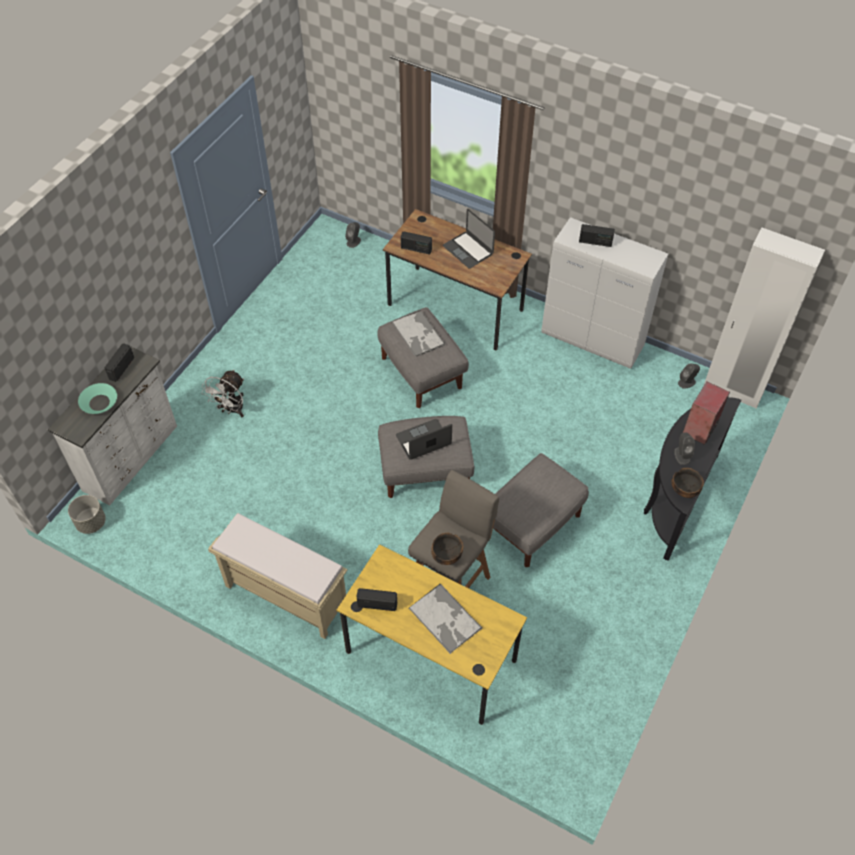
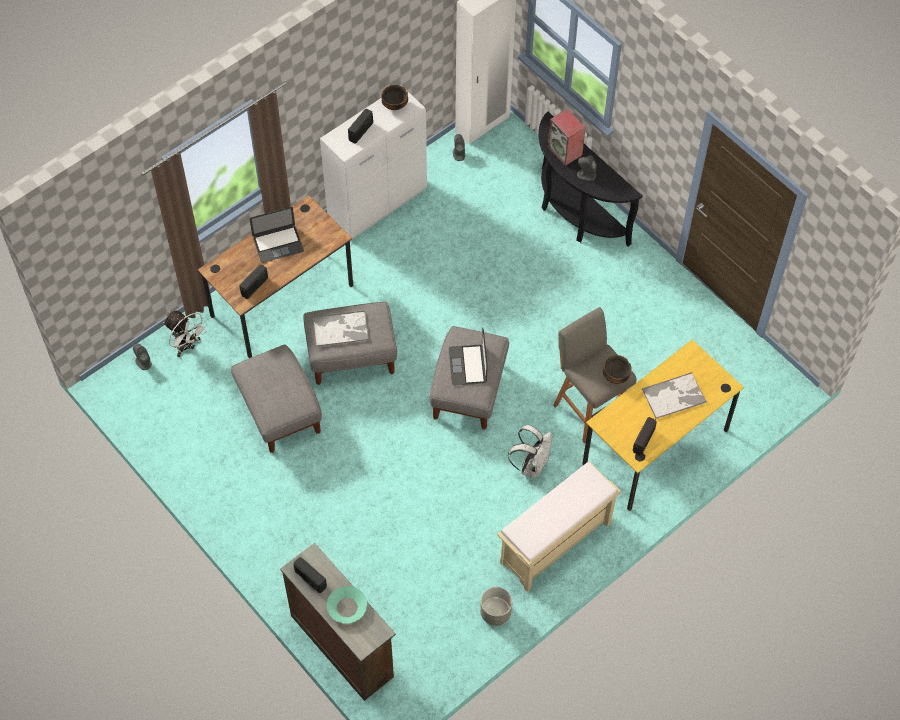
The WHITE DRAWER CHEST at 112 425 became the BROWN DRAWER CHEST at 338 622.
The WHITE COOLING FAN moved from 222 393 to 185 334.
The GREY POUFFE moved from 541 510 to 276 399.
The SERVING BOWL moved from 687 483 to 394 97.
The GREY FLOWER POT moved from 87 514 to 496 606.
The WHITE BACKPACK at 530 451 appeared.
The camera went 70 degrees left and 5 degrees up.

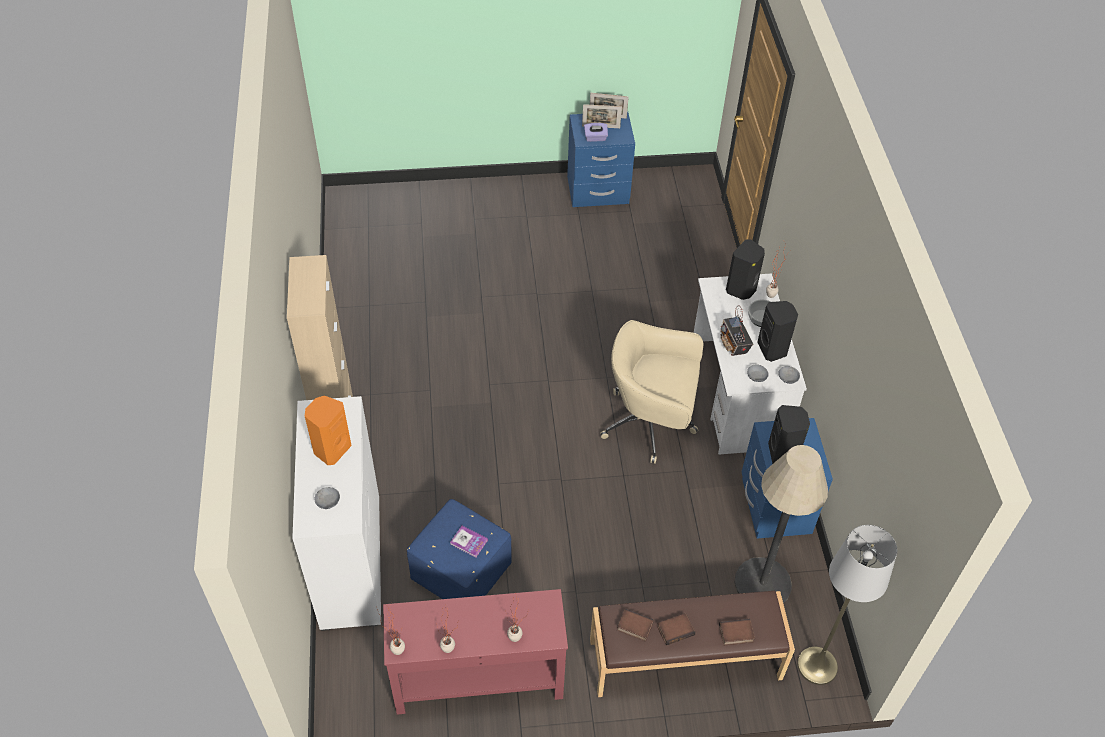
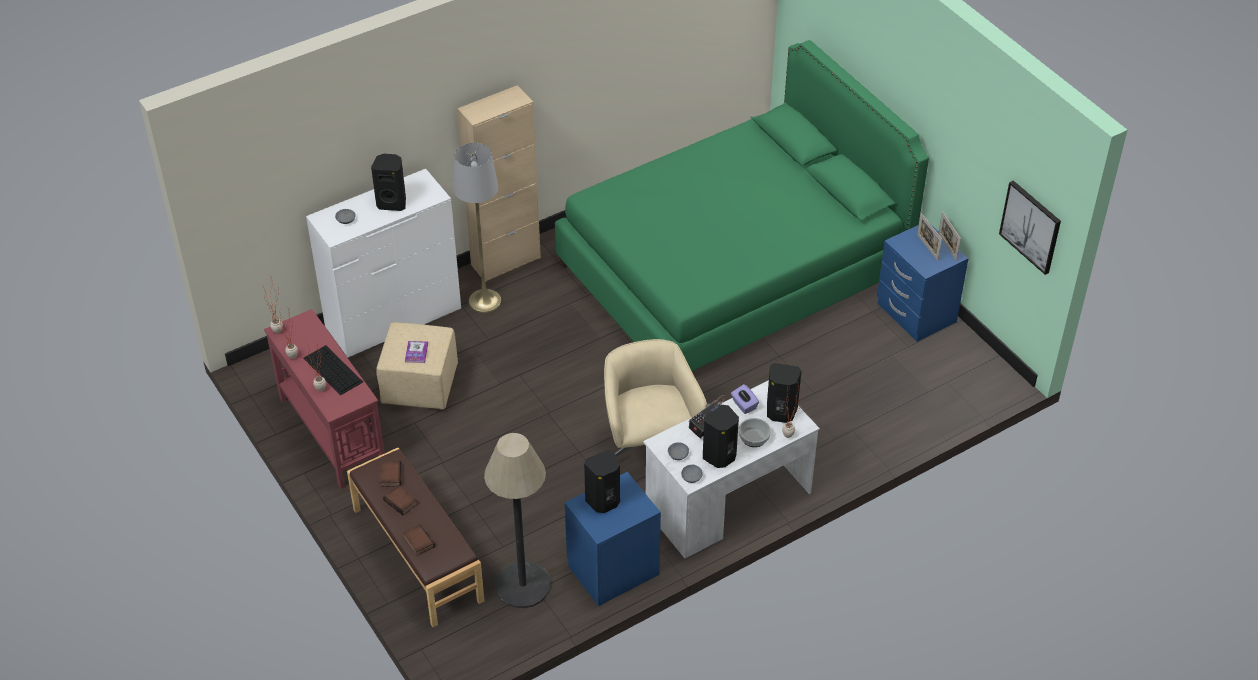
The PURPLE-COLOURED TISSUE HOLDER moved from 596 132 to 745 399.
The ORANGE-COLOURED LOUDSPEAKER at 328 430 became the BLACK LOUDSPEAKER at 388 182.
The BLUE-COLOURED POUFFE at 459 549 became the SAND-COLOURED POUFFE at 417 365.
The GREY FLOOR LAMP moved from 847 605 to 477 228.
The GREEN-COLOURED SLEEPING BED at 742 205 appeared.
The WALL ART at 1030 228 appeared.
The PC KEYBOARD at 333 370 appeared.
The camera went 65 degrees right and 5 degrees down.

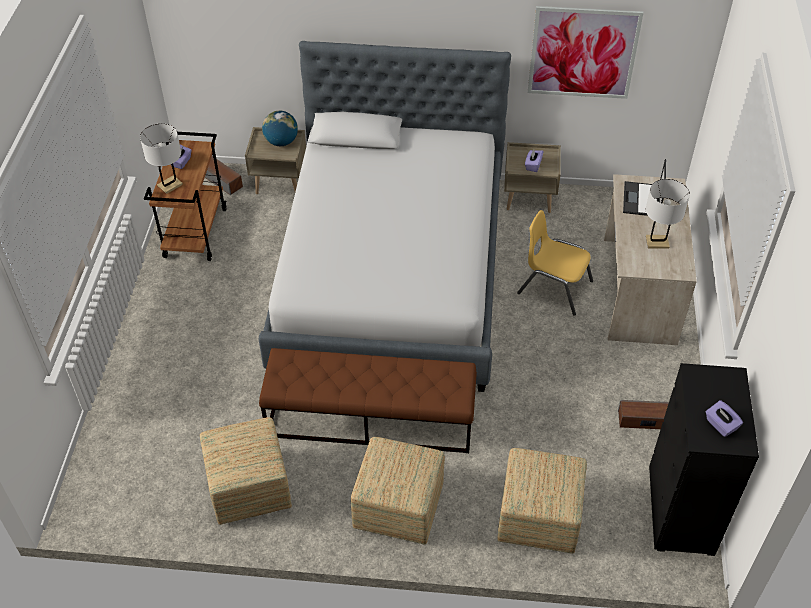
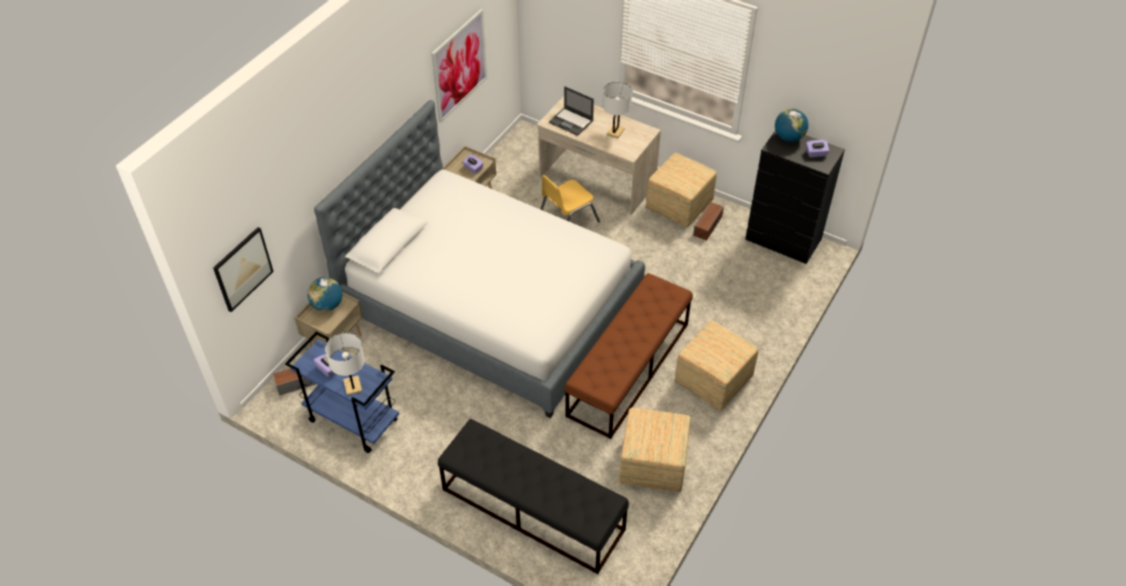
The BROWN TROLLEY at 185 196 became the BLUE-COLOURED TROLLEY at 342 392.
The POUFFE moved from 542 501 to 681 190.
The DESK GLOBE at 791 125 appeared.
The WALL ART at 243 269 appeared.
The BLACK INDOOR BENCH at 533 496 appeared.
The camera went 65 degrees left and 0 degrees up.

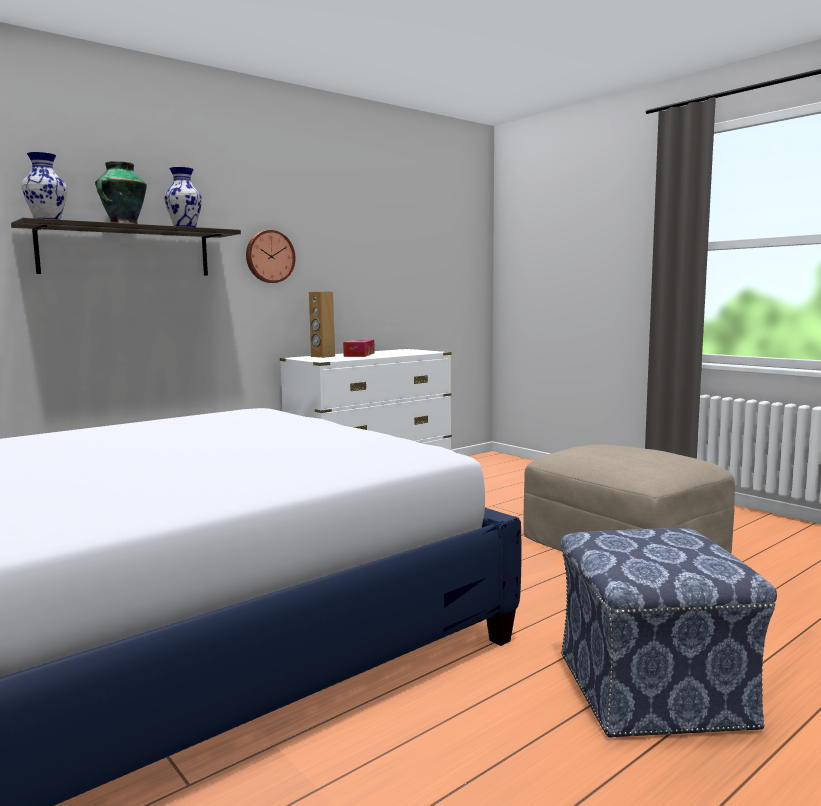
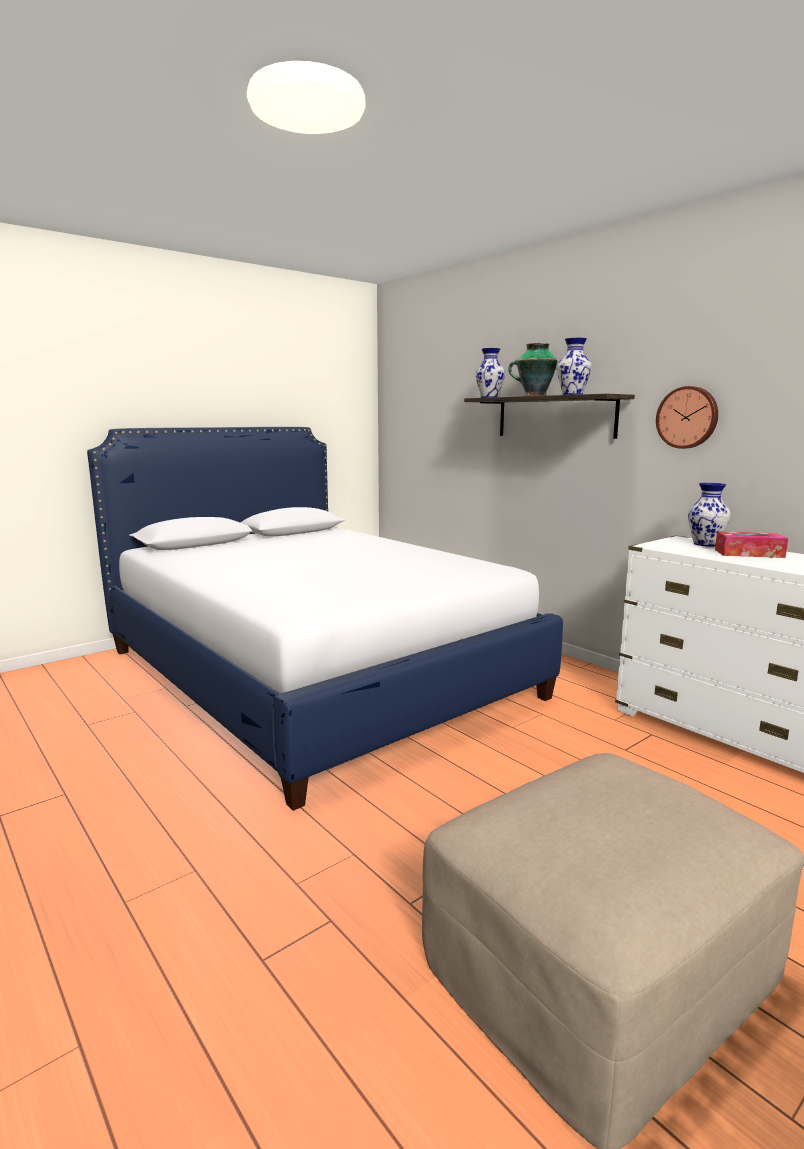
The BROWN LOUDSPEAKER at 322 325 was replaced by the DECORATIVE VASE at 709 515.
The POUFFE at 669 633 disappeared.
The camera went 90 degrees right and 5 degrees up.

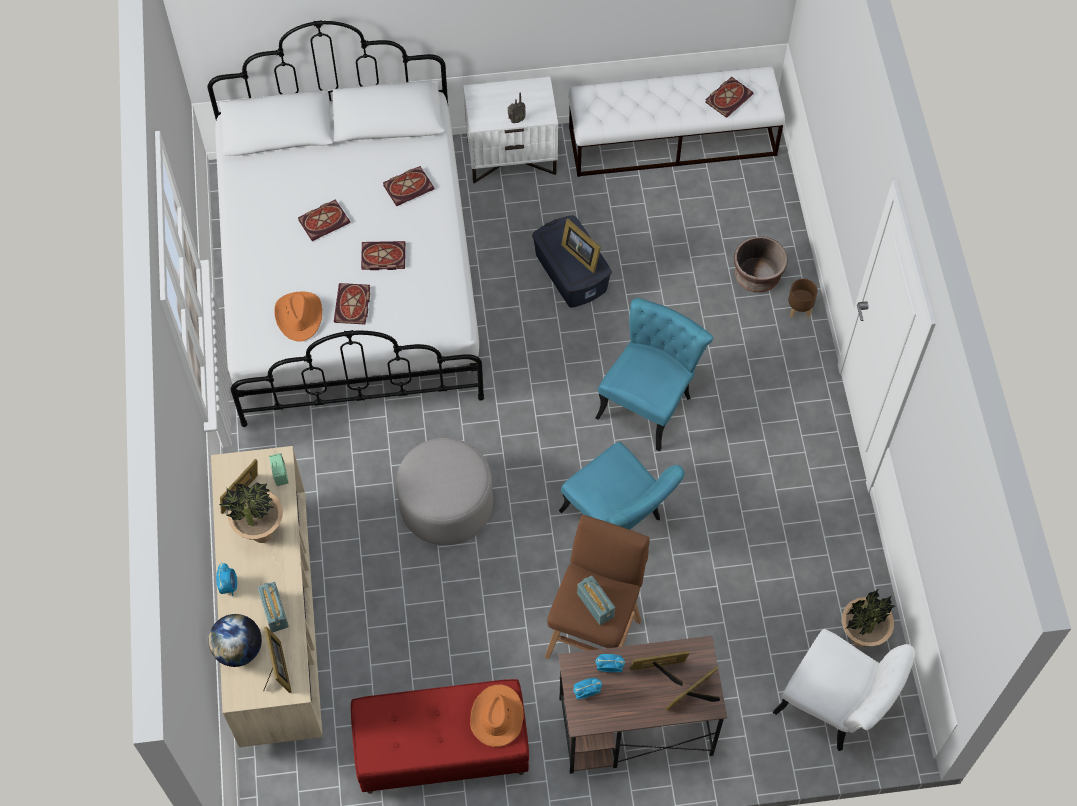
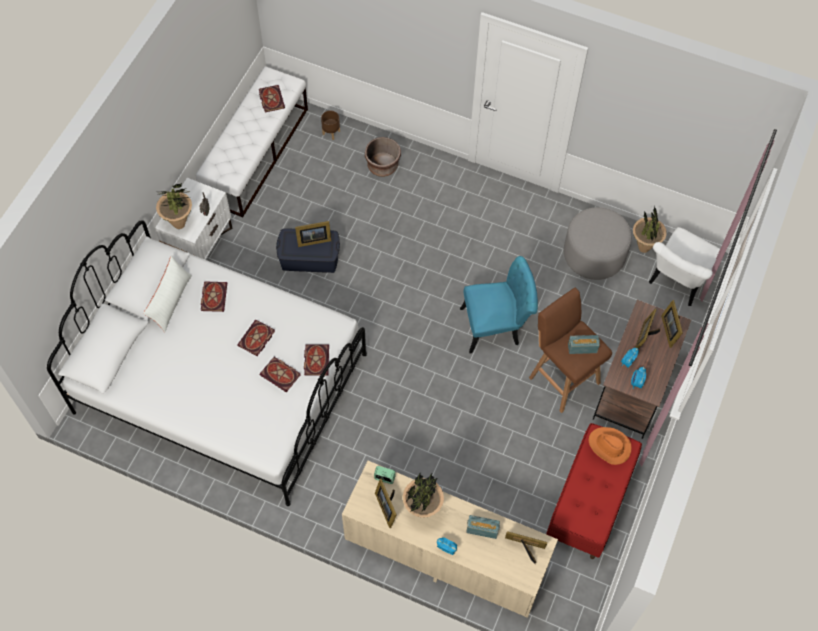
The BOUND BOOK moved from 324 220 to 316 360.
The BROWN FLOWER POT moved from 803 298 to 330 125.
The ORANGE-COLOURED WEARABLE HAT at 298 317 disappeared.
The TURQUOISE CHAIR at 654 375 disappeared.
The GREY POUFFE moved from 444 491 to 598 243.
The DESK GLOBE at 235 640 disappeared.
The WHITE CHAIR at 844 690 turned 150 degrees clockwise.
The POTTED PLANT at 174 206 appeared.
The WHITE THROW PILLOW at 167 294 appeared.
The camera went 60 degrees left and 0 degrees up.

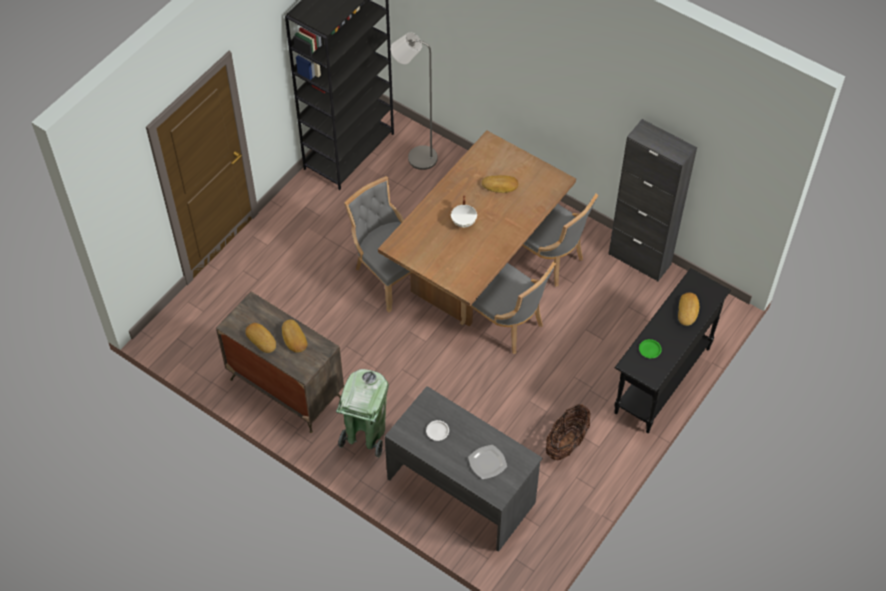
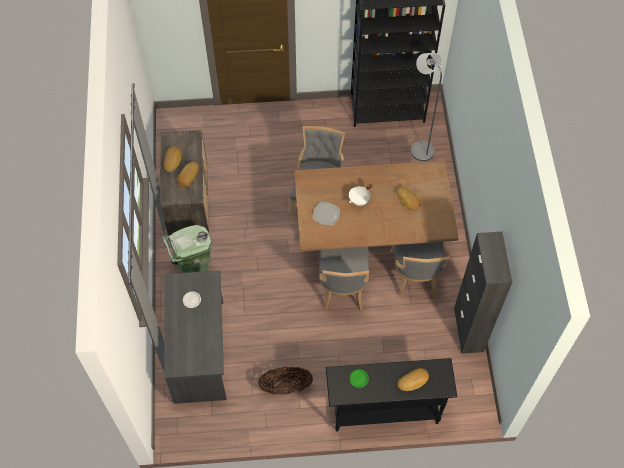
The PLATE moved from 487 462 to 326 214.
The camera went 50 degrees right and 5 degrees up.

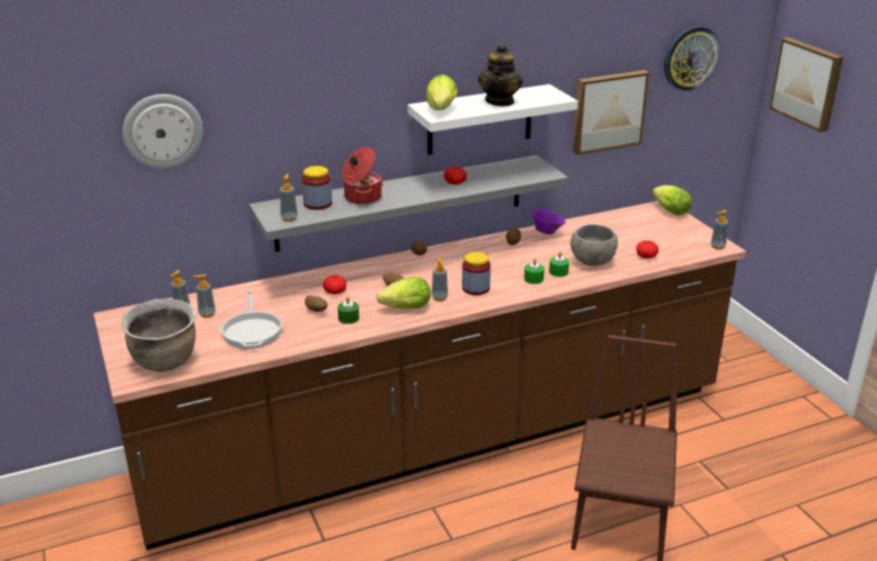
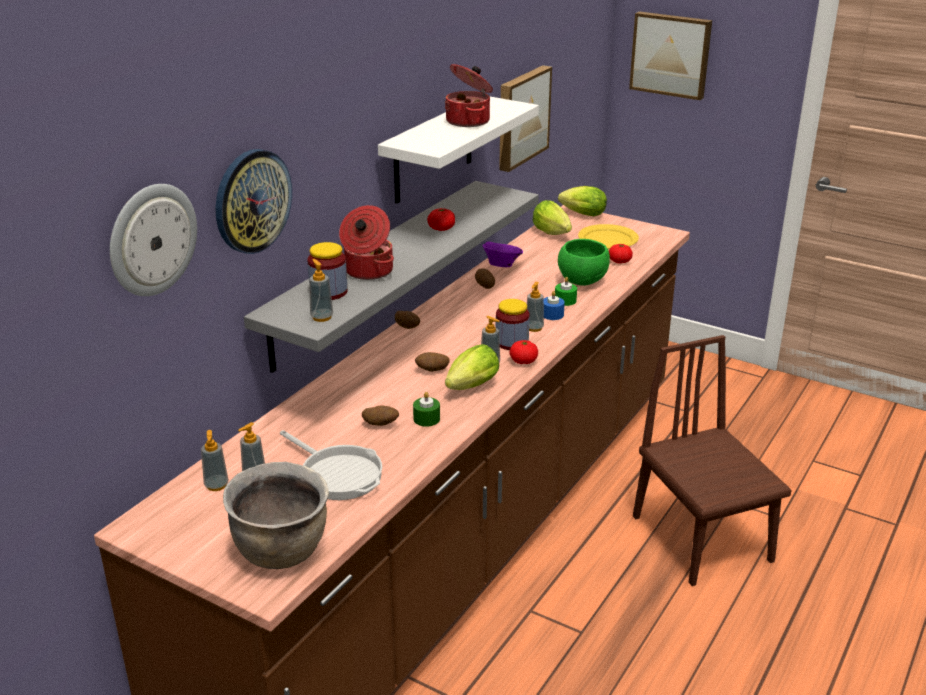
The CLOCK ON THE WALL moved from 692 58 to 253 201.
The TEAPOT at 500 74 was replaced by the SAUCEPOT at 469 95.
The HEAD OF LETTUCE moved from 442 92 to 552 217.
The SOAP BOTTLE moved from 720 230 to 535 307.
The GREY SERVING BOWL at 594 245 became the GREEN-COLOURED SERVING BOWL at 584 262.
The GREEN-COLOURED CANDLE at 534 271 became the BLUE-COLOURED CANDLE at 554 305.
The FRESH TOMATO moved from 335 284 to 524 352.
The YELLOW PLATE at 608 237 appeared.
The camera went 35 degrees left and 0 degrees up.

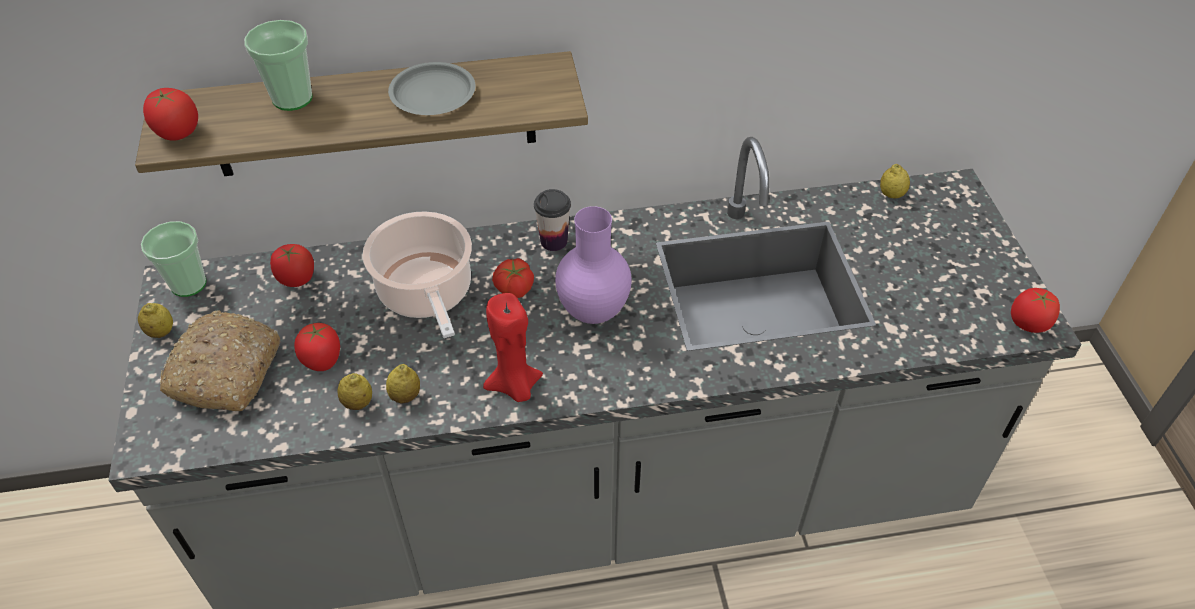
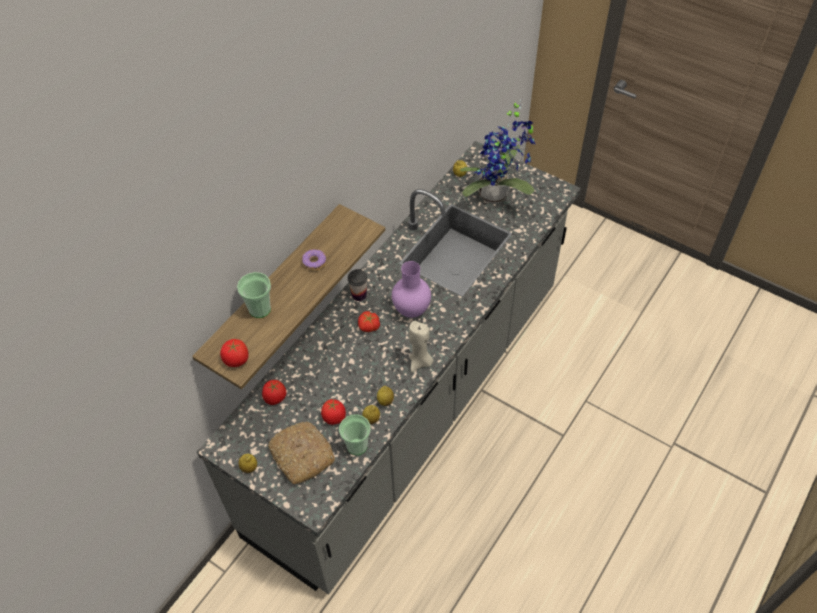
The GREY PLATE at 431 88 was replaced by the DOUGHNUT at 314 260.
The SAUCEPOT at 417 275 disappeared.
The CUP moved from 174 259 to 355 434.
The FRESH TOMATO at 1035 310 disappeared.
The RED CANDLE at 513 347 became the SAND-COLOURED CANDLE at 421 347.
The POTTED PLANT at 497 151 appeared.
The camera went 45 degrees left and 5 degrees up.

